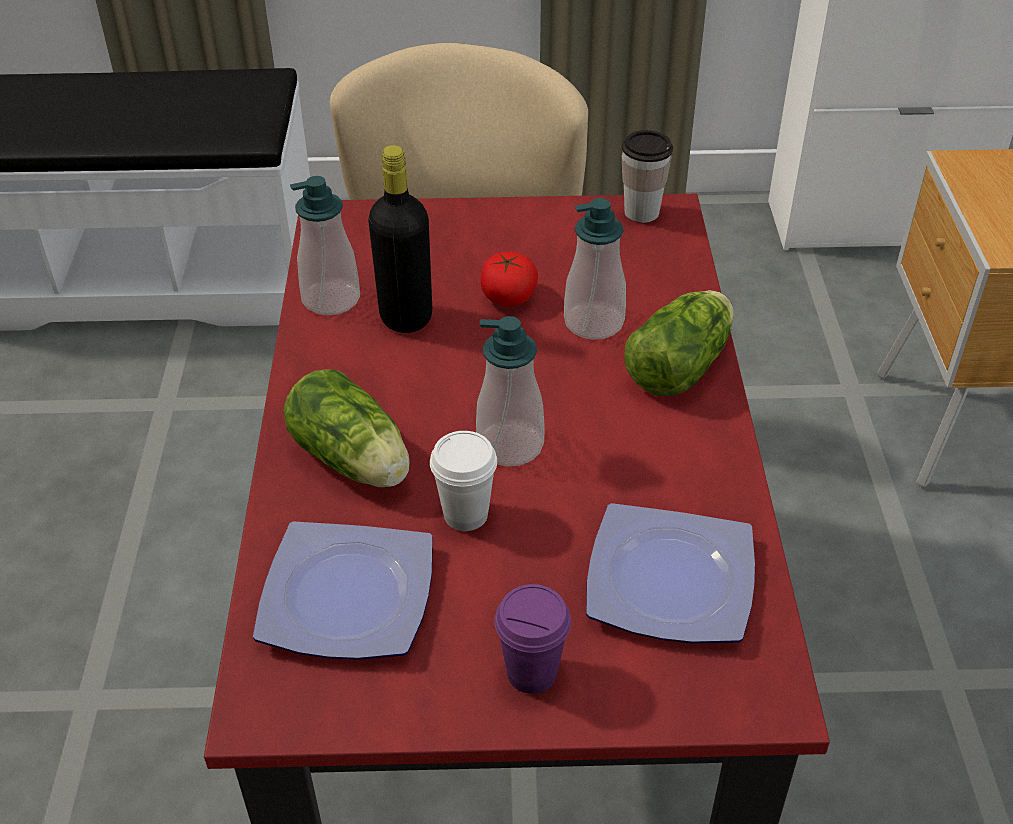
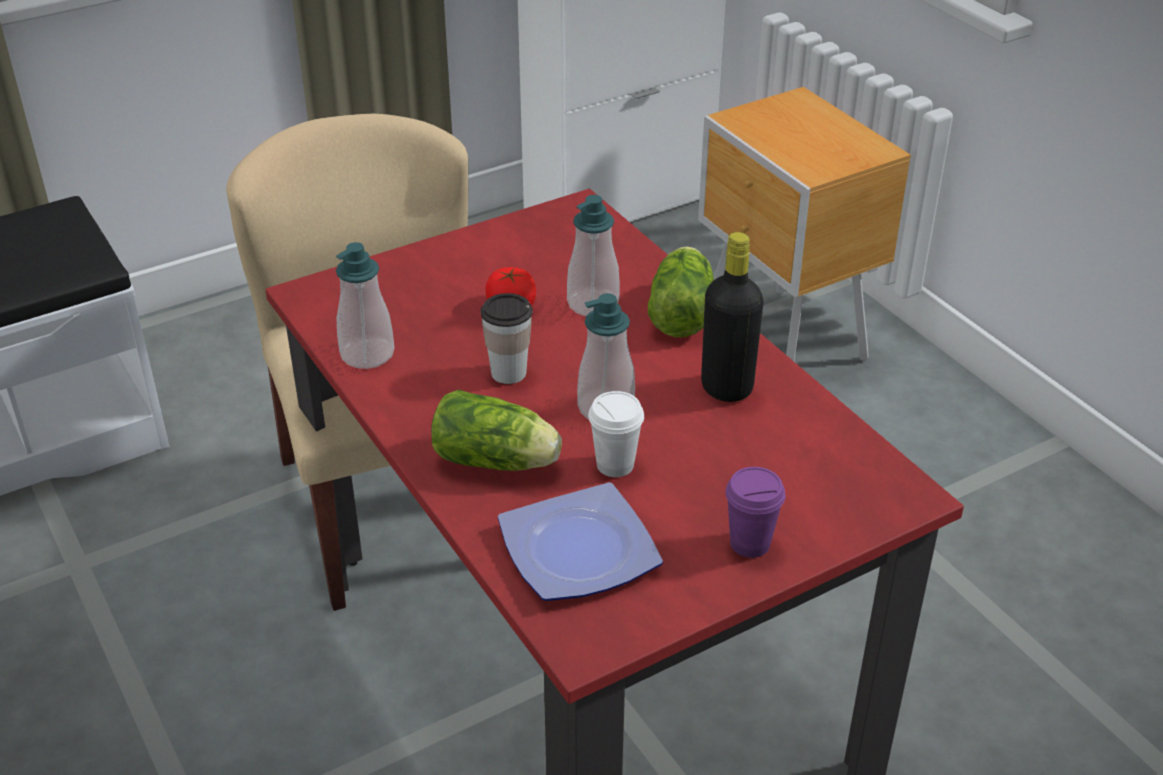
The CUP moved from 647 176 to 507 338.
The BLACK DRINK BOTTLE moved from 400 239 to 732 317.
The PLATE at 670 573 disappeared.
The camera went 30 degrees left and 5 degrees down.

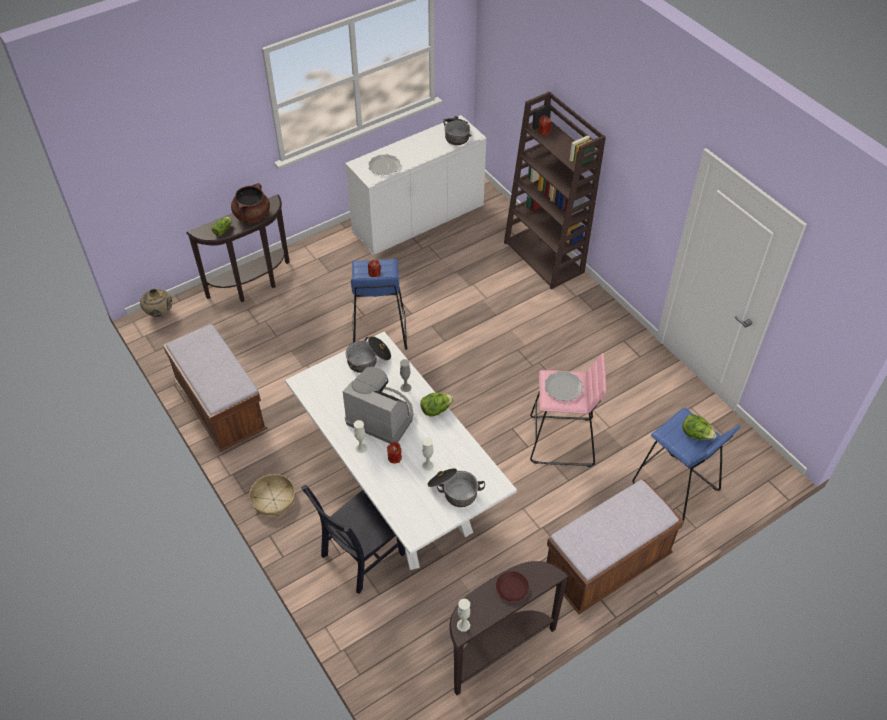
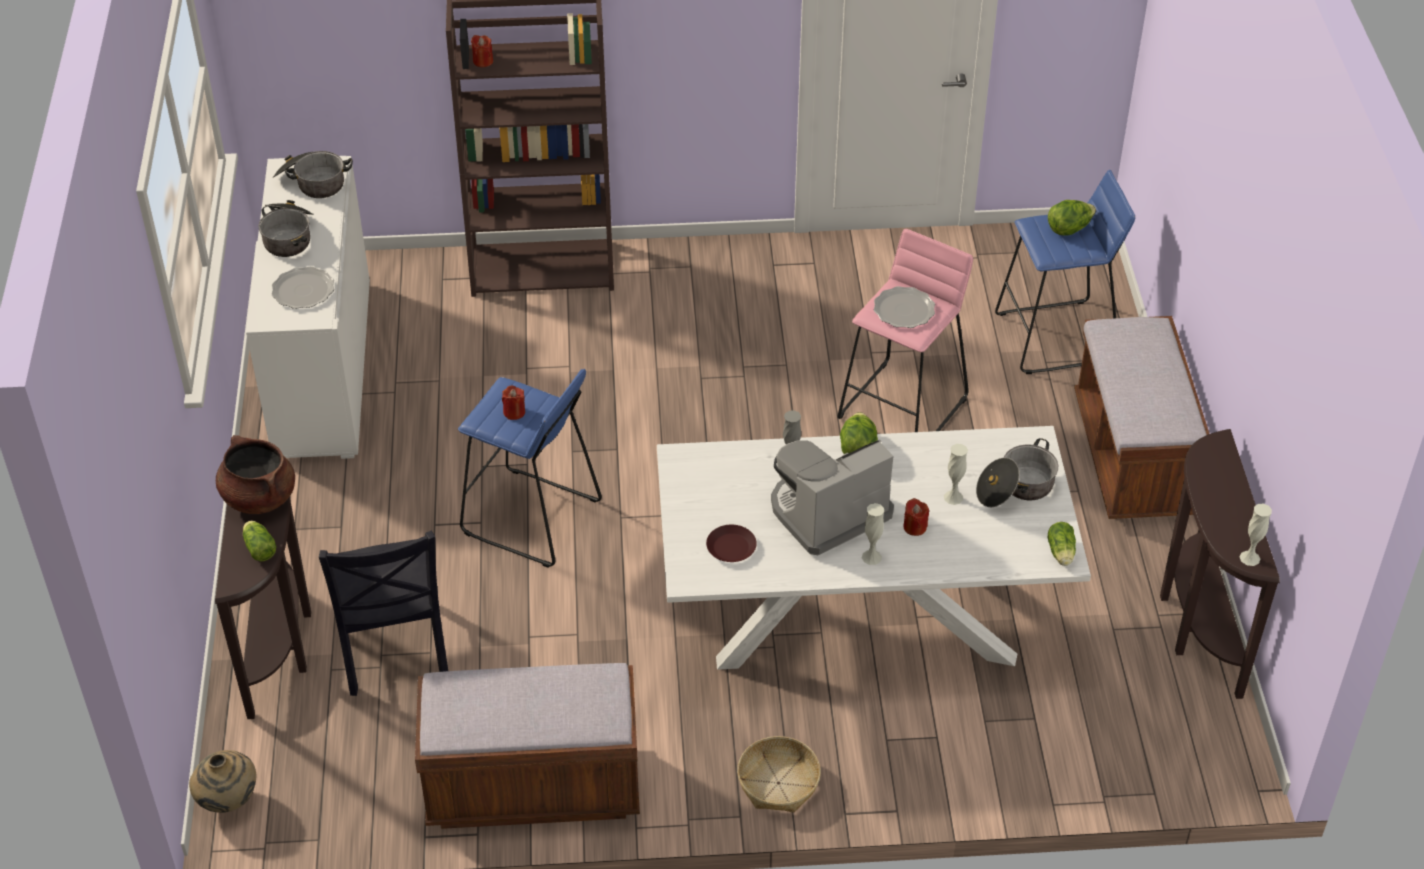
The SAUCEPOT moved from 368 354 to 286 228.
The BLACK CHAIR moved from 353 539 to 383 613.
The BROWN PLATE moved from 512 586 to 731 543.
The HEAD OF LETTUCE at 1062 544 appeared.
The camera went 60 degrees left and 5 degrees down.

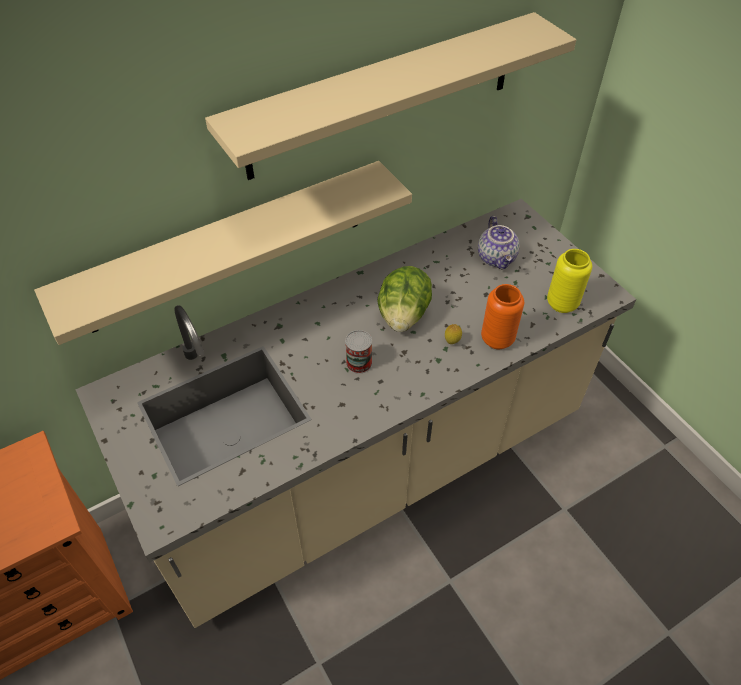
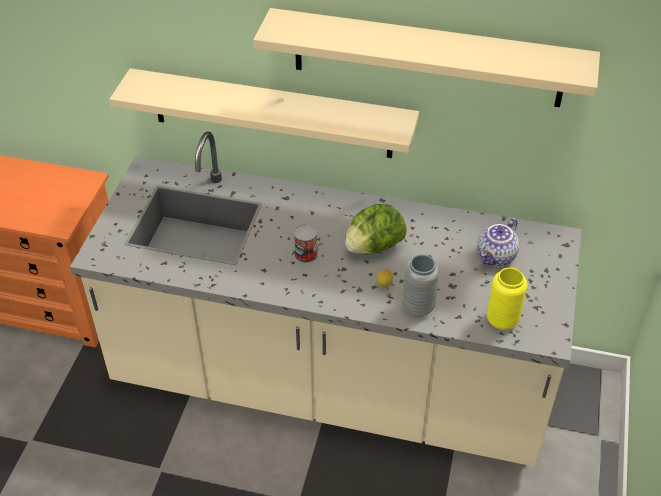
The ORANGE-COLOURED DECORATIVE VASE at 502 316 became the GREY DECORATIVE VASE at 420 286.
The camera went 45 degrees right and 5 degrees down.

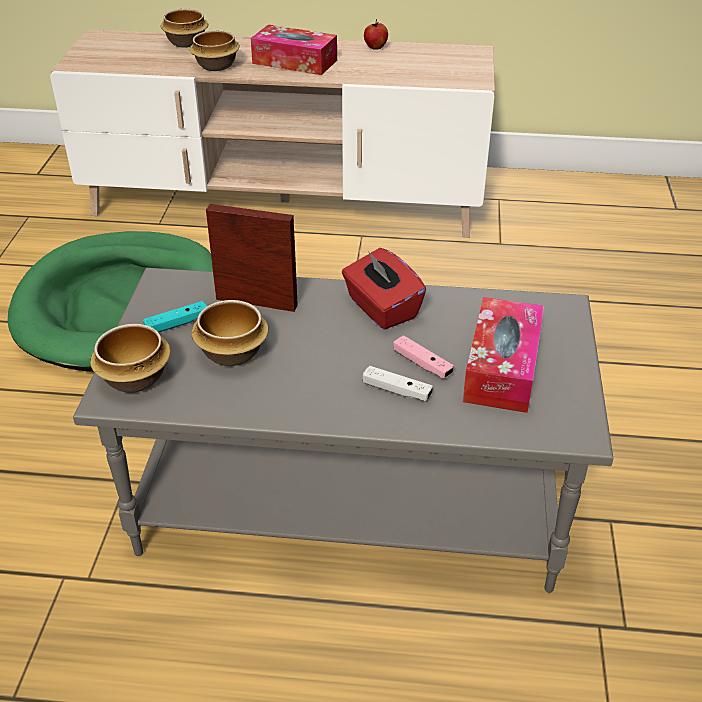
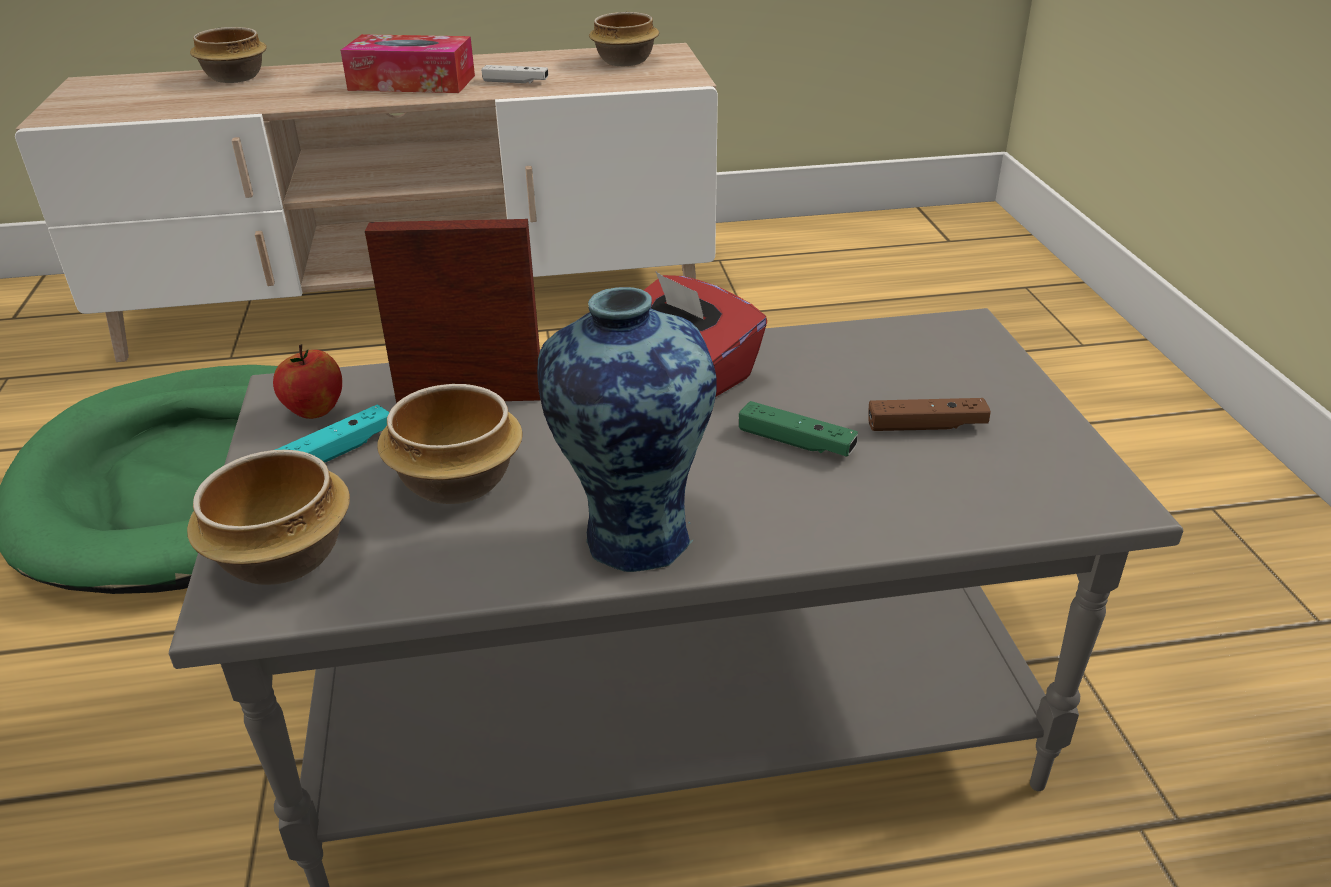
The APPLE FRUIT moved from 376 34 to 307 381.
The SERVING BOWL moved from 215 50 to 624 39.
The TISSUE HOLDER at 503 355 was replaced by the BROWN GAME CONTROLLER at 929 414.
The PINK-COLOURED GAME CONTROLLER at 423 357 became the GREEN-COLOURED GAME CONTROLLER at 798 428.
The WHITE GAME CONTROLLER moved from 398 383 to 514 74.
The DECORATIVE VASE at 627 429 appeared.
The camera went 15 degrees left and 5 degrees down.

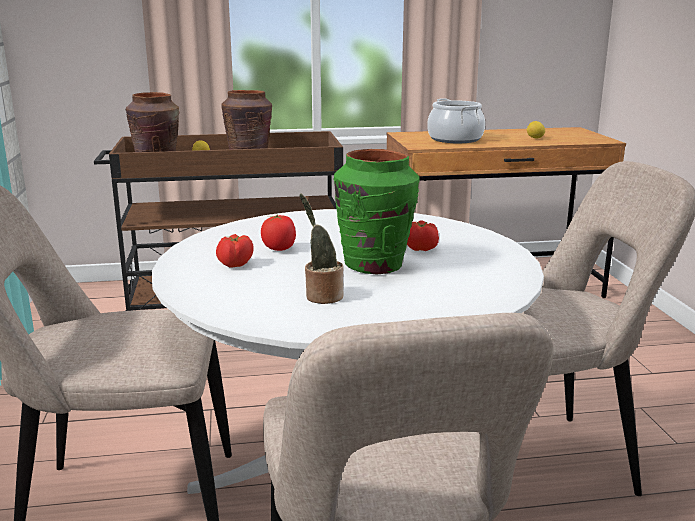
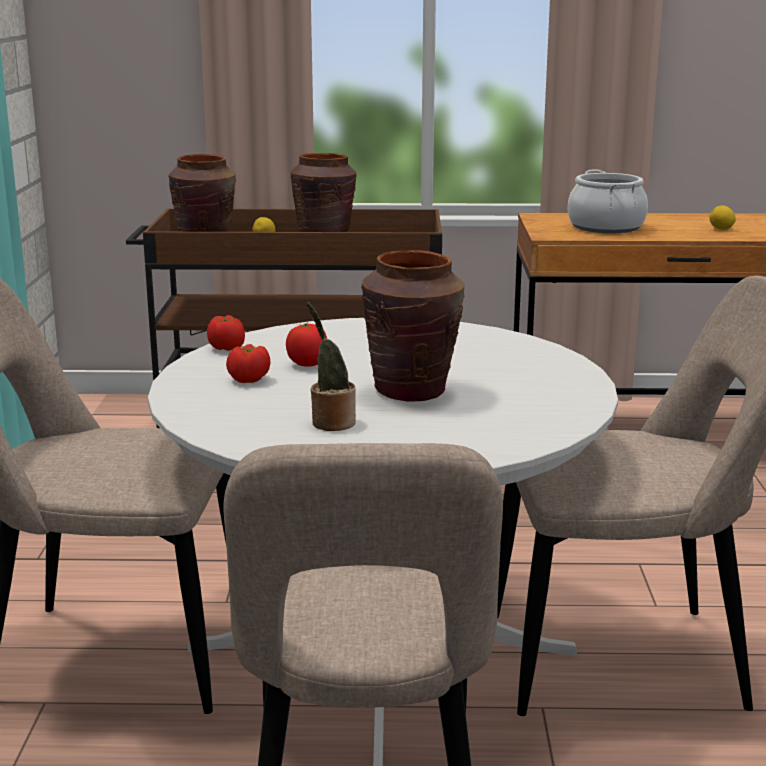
The GREEN-COLOURED DECORATIVE VASE at 376 211 became the BROWN DECORATIVE VASE at 413 326.
The FRESH TOMATO moved from 423 235 to 226 333.
The camera went 10 degrees right and 0 degrees up.

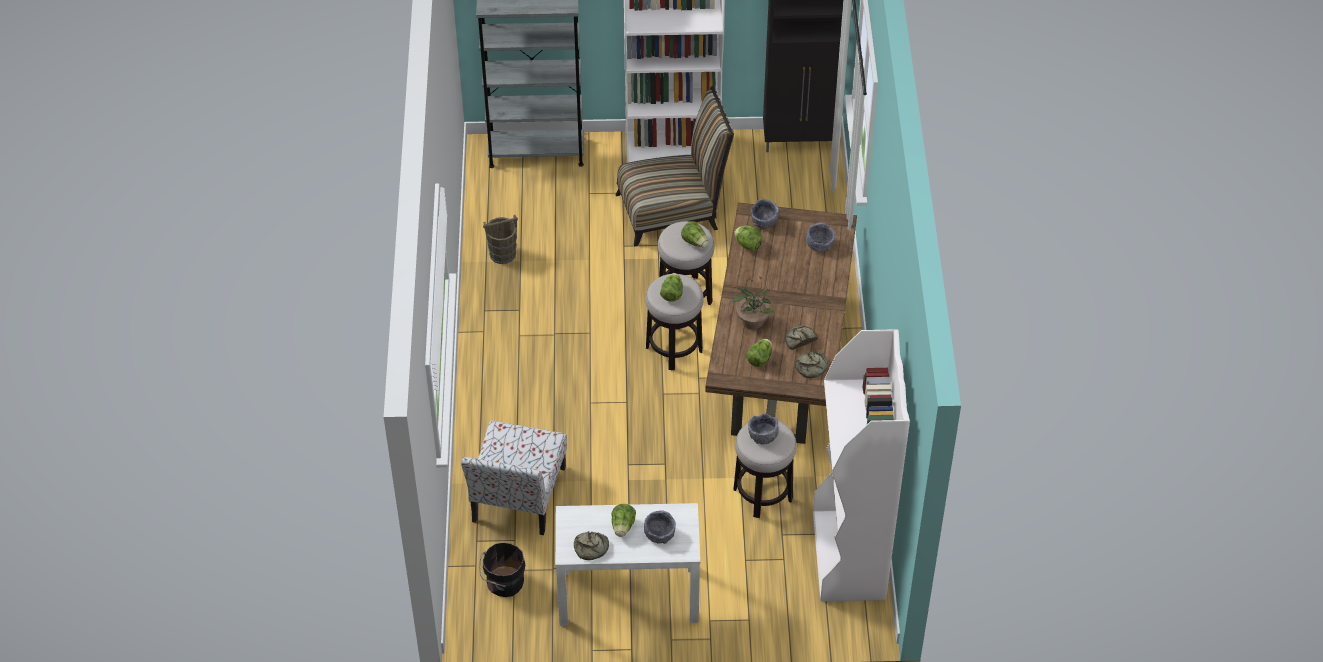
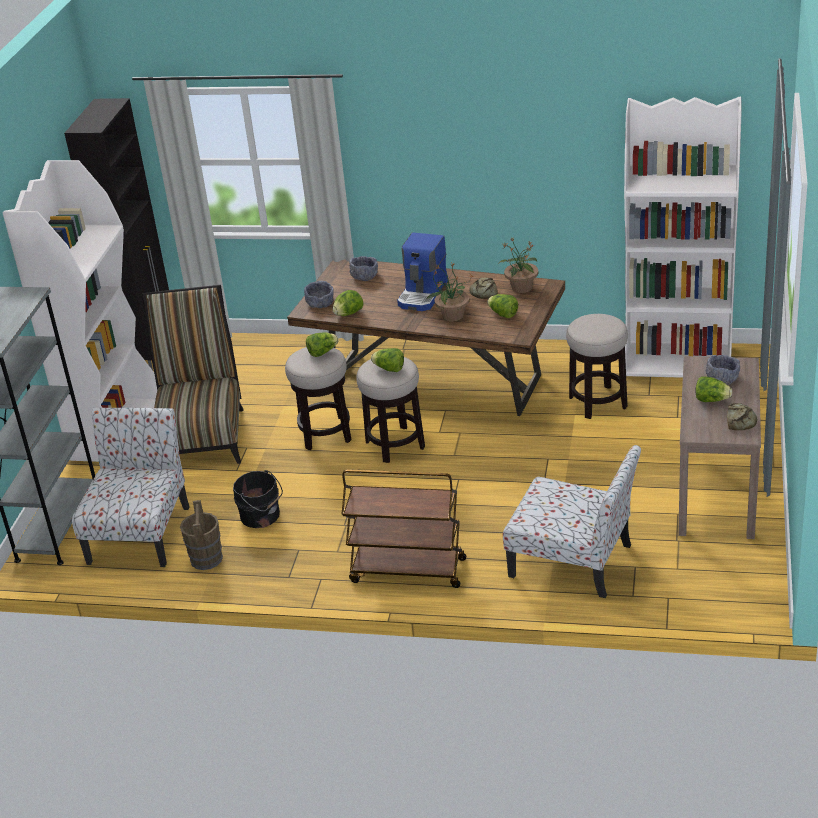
The BAKED BREAD at 811 364 was replaced by the POTTED PLANT at 518 265.
The GREY SERVING BOWL at 763 429 disappeared.
The WHITE NARROW TABLE at 627 564 became the BROWN NARROW TABLE at 719 447.
The BLACK WATER BUCKET moved from 502 569 to 258 499.
The COFFEE MACHINE at 422 271 appeared.
The CHAIR at 131 487 appeared.
The BROWN TROLLEY at 403 528 appeared.
The camera went 75 degrees left and 15 degrees down.

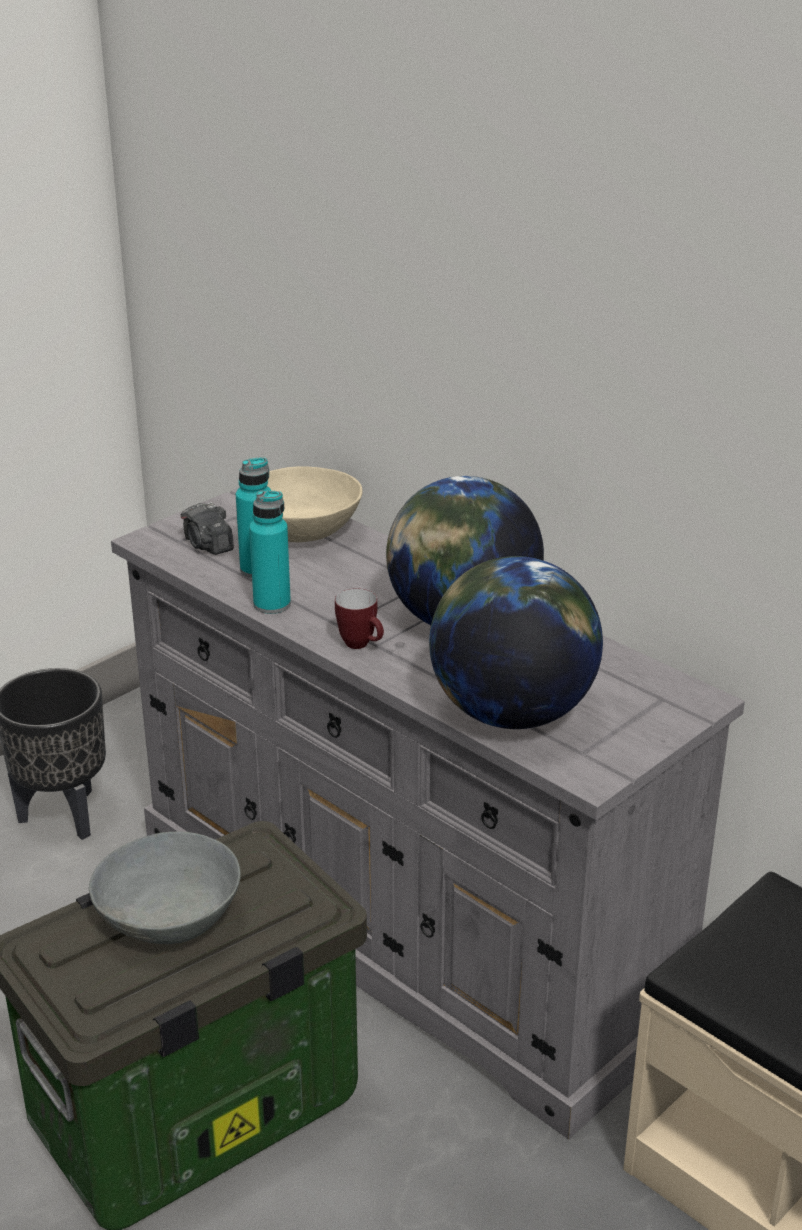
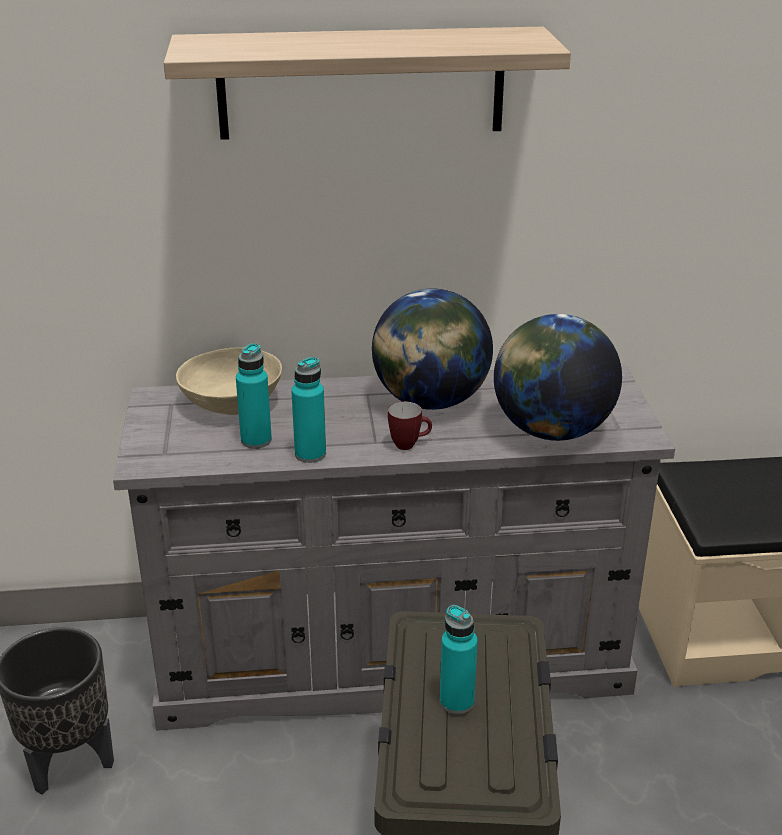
The PHOTO CAMERA at 207 528 disappeared.
The GREY SERVING BOWL at 165 887 was replaced by the TURQUOISE DRINK BOTTLE at 459 659.
The SHELF at 367 83 appeared.
The camera went 50 degrees left and 0 degrees up.

